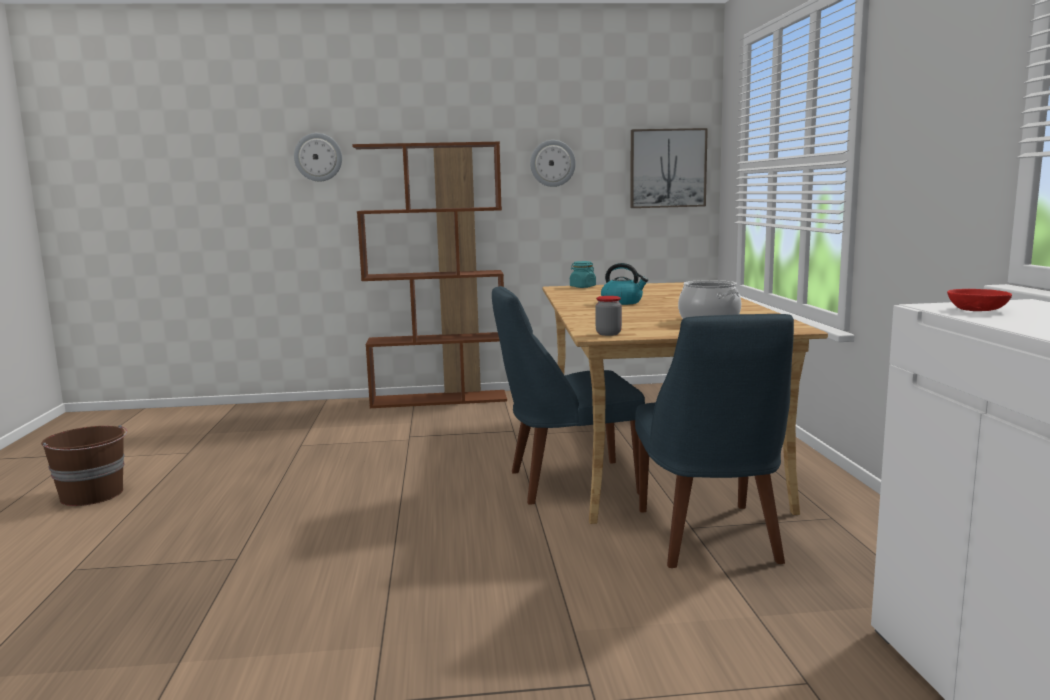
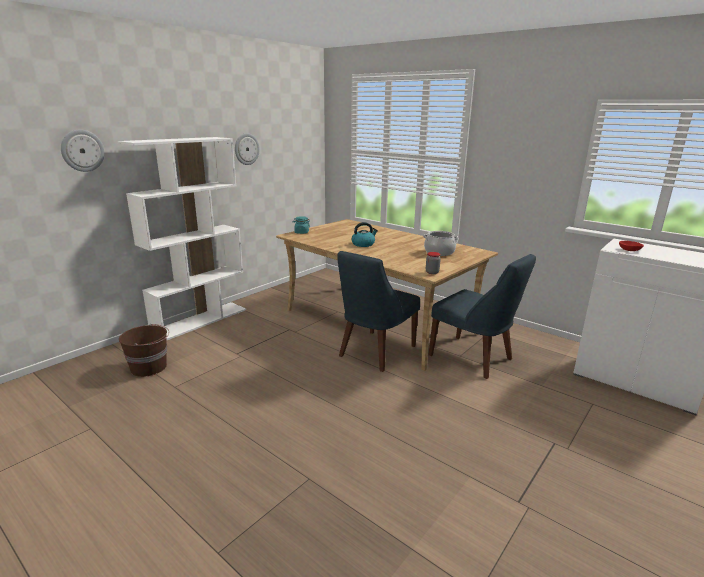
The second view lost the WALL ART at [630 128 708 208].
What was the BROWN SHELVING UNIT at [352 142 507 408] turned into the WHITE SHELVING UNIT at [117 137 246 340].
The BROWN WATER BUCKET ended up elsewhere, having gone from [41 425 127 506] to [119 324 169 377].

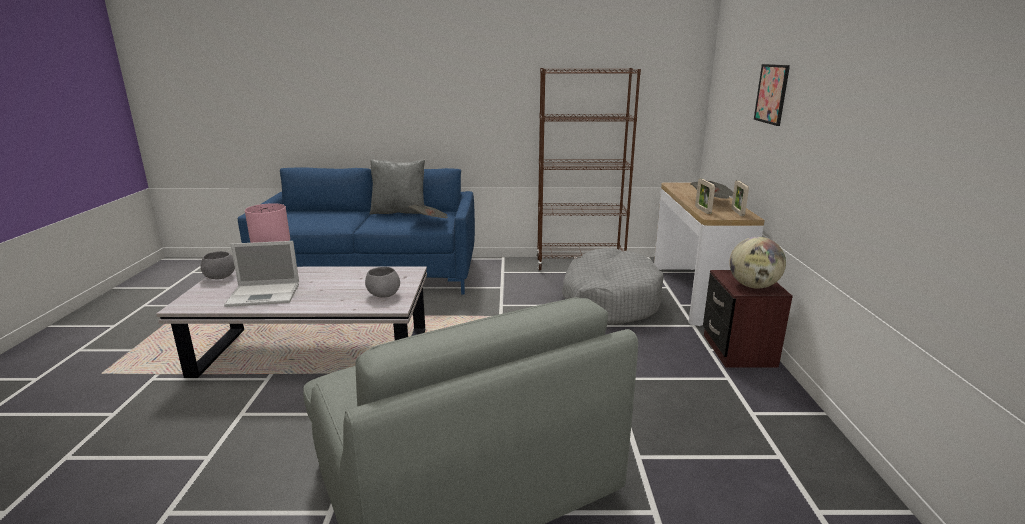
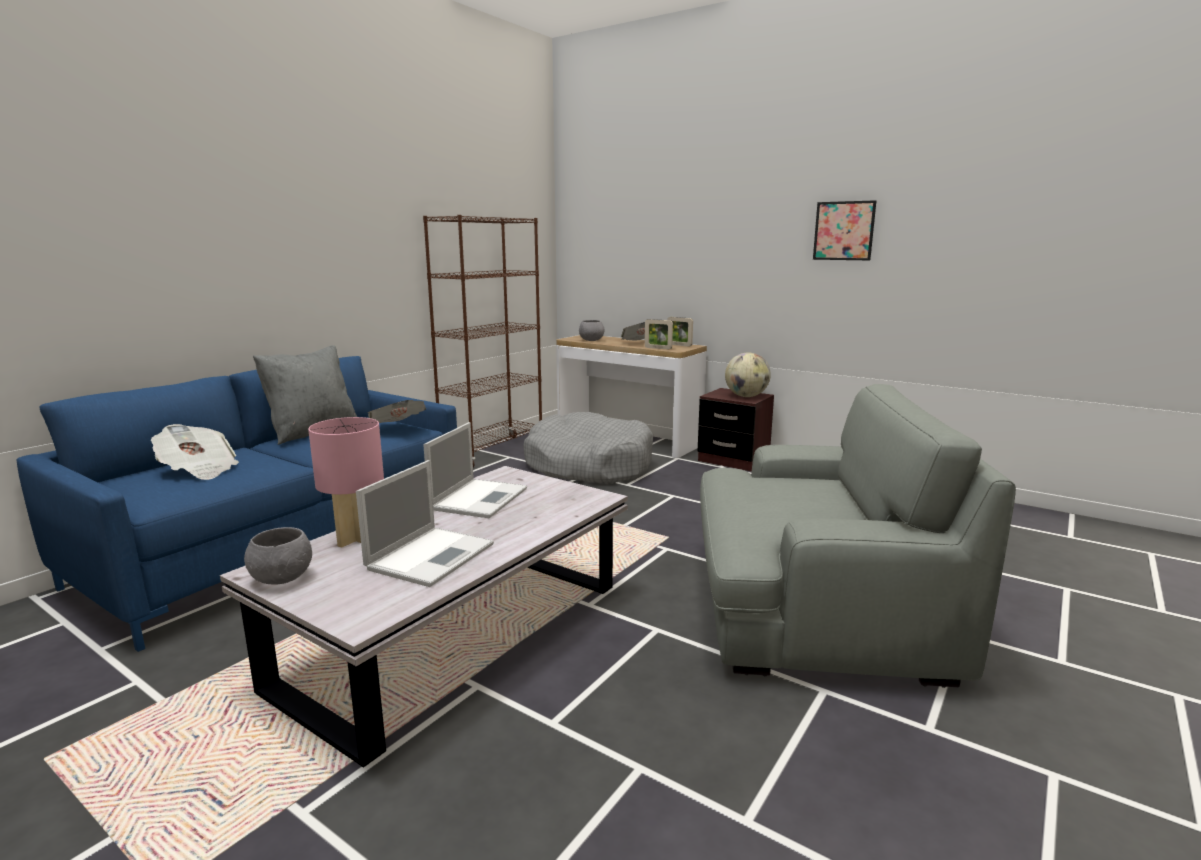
The WALL ART ended up elsewhere, having gone from [754 64 790 126] to [813 200 876 260].
The GRAY BOWL ended up elsewhere, having gone from [365 267 400 298] to [579 320 604 341].
The second view gained the PORTABLE COMPUTER at [424 422 527 518].
The second view gained the DAILY PAPER at [151 424 239 480].

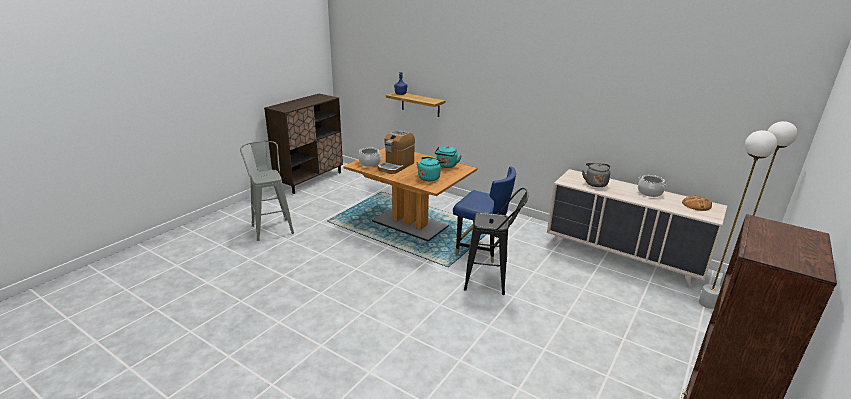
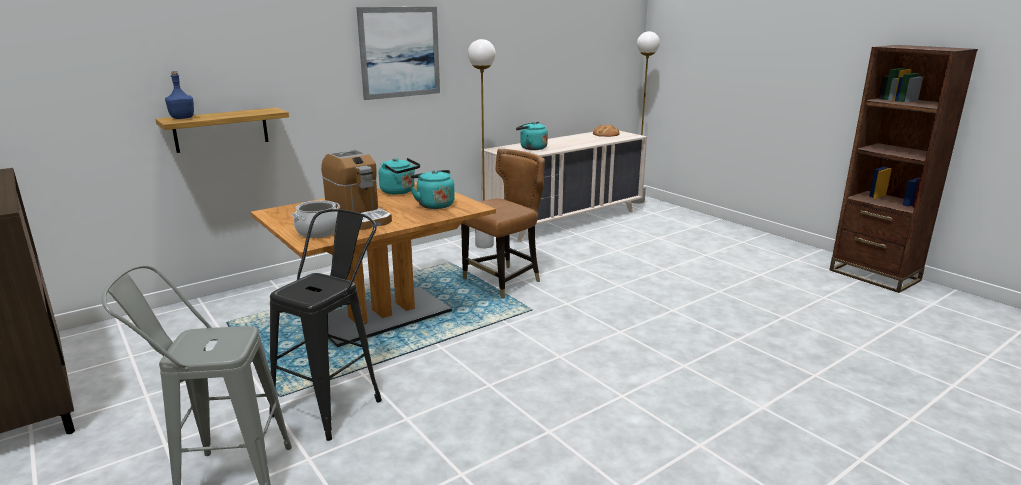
The WHITE STANDING LAMP ended up elsewhere, having gone from [699 130 777 309] to [468 39 496 248].
What was the GRAY WATER KETTLE at [582 163 610 187] turned into the BLUE-GREEN WATER KETTLE at [516 122 548 150].
What was the BLUE-COLOURED CHAIR at [453 167 516 263] turned into the BROWN CHAIR at [461 149 545 298].
The second view lost the SAUCEPOT at [638 175 667 197].
The BLACK STOOL SEAT ended up elsewhere, having gone from [464 188 528 295] to [269 209 382 441].
The second view gained the WALL ART at [356 7 440 100].

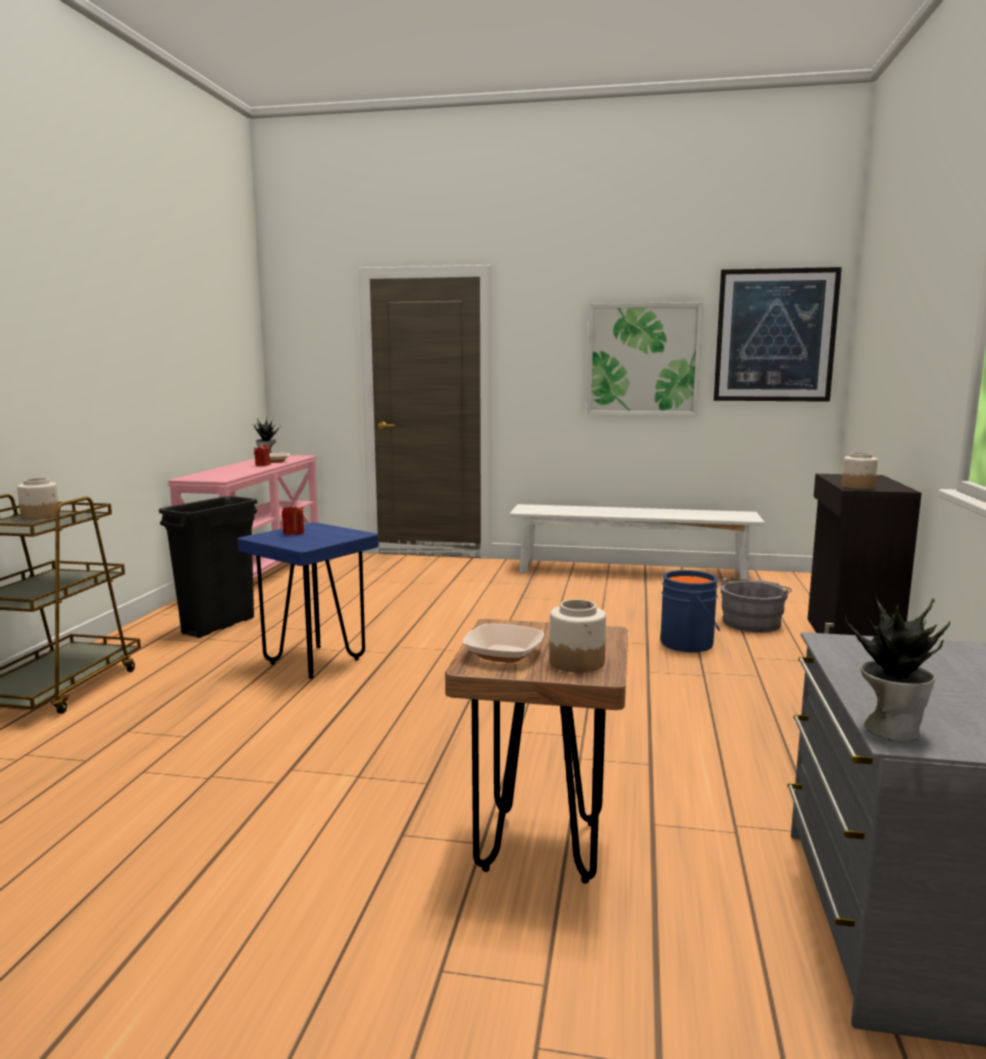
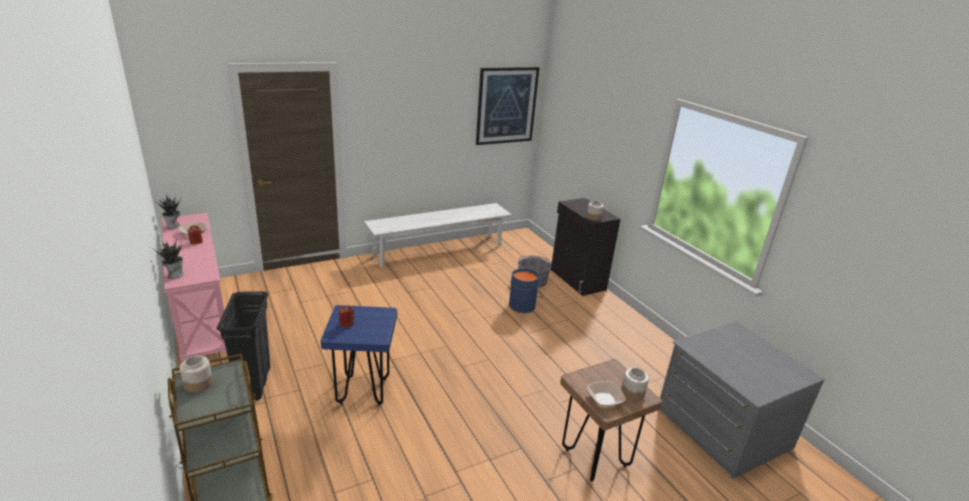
The second view lost the WALL ART at [587 302 703 416].
The POTTED PLANT ended up elsewhere, having gone from [845 596 950 741] to [153 241 183 279].

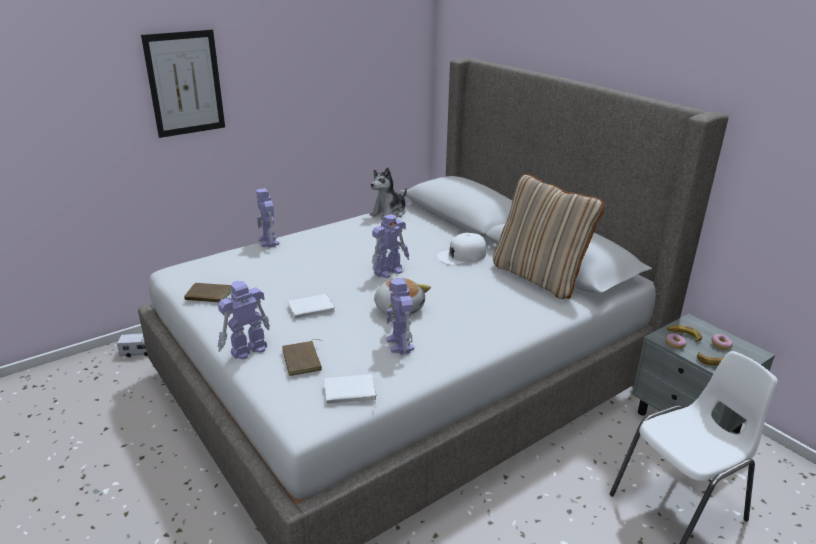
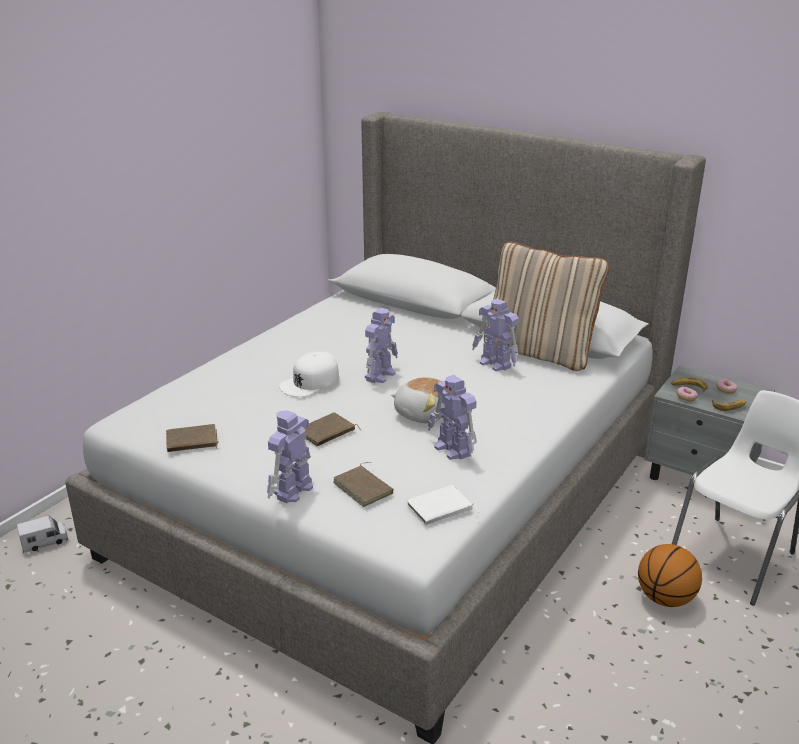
The second view lost the WALL ART at [141 30 225 138].
The second view lost the CUDDLY TOY at [370 167 407 219].
The TOY ROBOT ended up elsewhere, having gone from [256 188 279 247] to [472 299 519 371].
The WHITE PEAKED CAP ended up elsewhere, having gone from [437 233 486 265] to [279 352 339 397].
What was the WHITE VOLUME at [288 294 337 319] turned into the BROWN VOLUME at [305 412 362 446].
The second view gained the BASKETBALL BALL at [638 544 702 607].

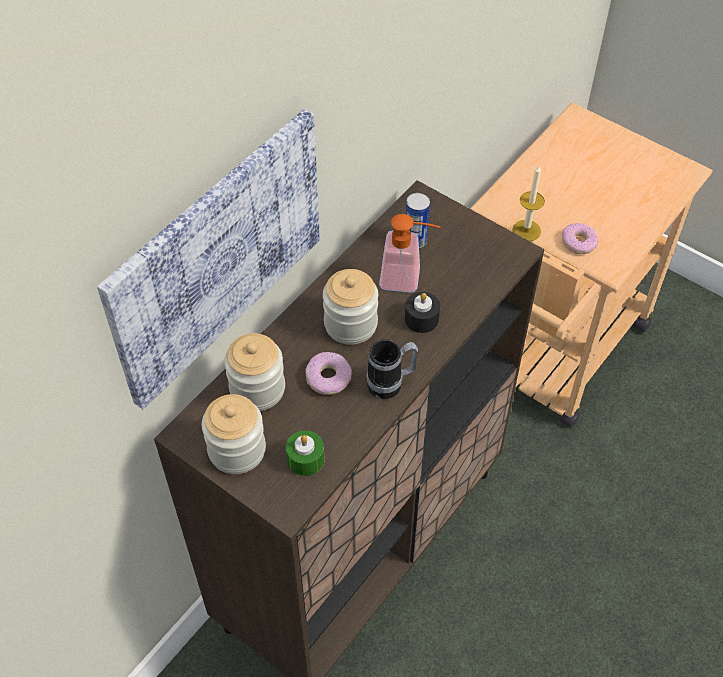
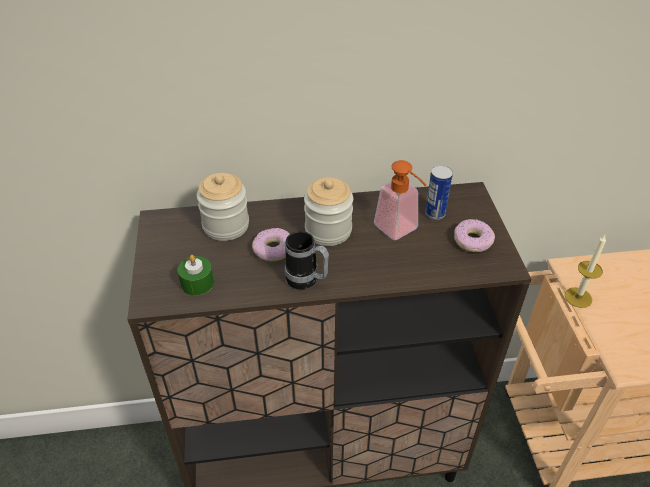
The second view lost the WALL ART at [97 109 320 409].
The DONUT ended up elsewhere, having gone from [562 223 599 254] to [454 219 495 252].
The second view lost the BLACK CANDLE at [405 292 440 333].
The second view lost the JAR at [202 394 266 474].

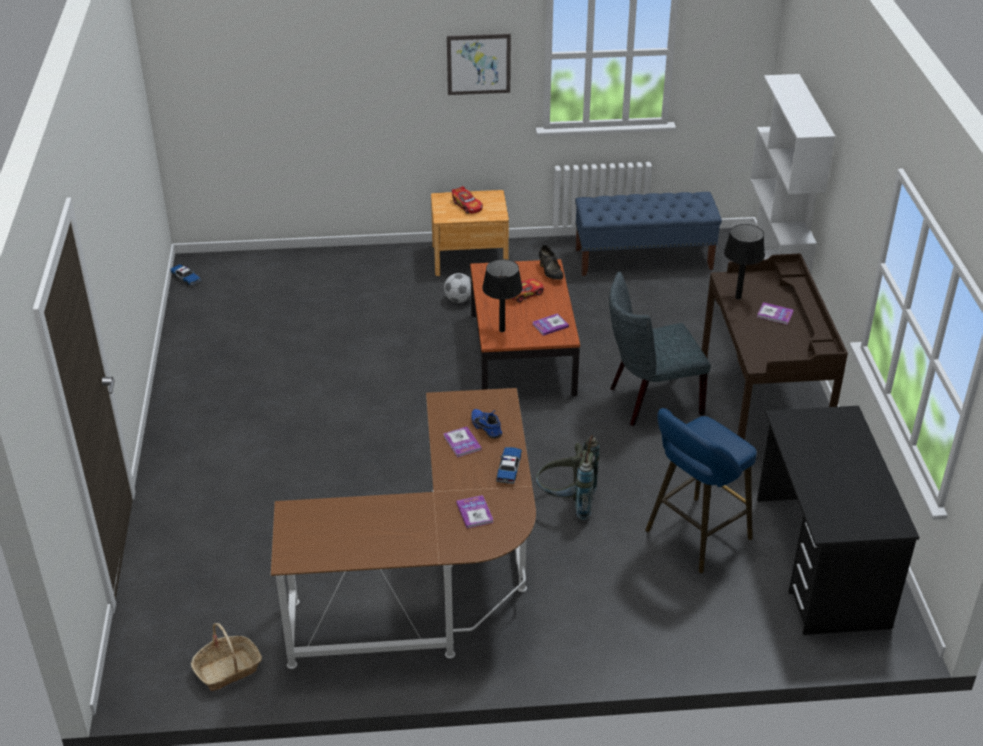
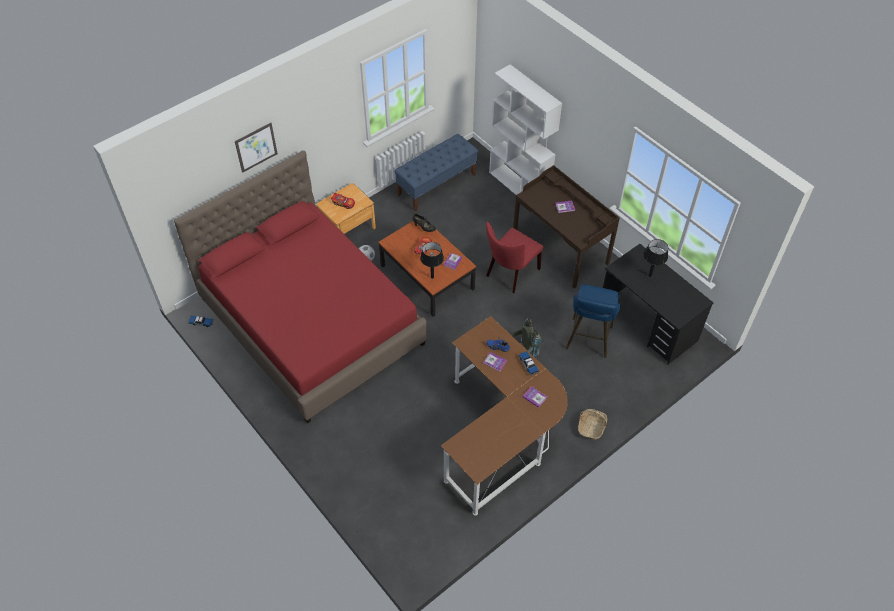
The WALL ART ended up elsewhere, having gone from [447 34 511 95] to [235 123 278 173].
The BLACK TABLE LAMP ended up elsewhere, having gone from [724 224 765 300] to [644 239 668 277].
What was the GRAY CHAIR at [609 272 711 426] turned into the RED CHAIR at [486 221 543 293].
The BASKET ended up elsewhere, having gone from [191 623 262 691] to [578 409 607 440].
The second view gained the RED BEDROOM BED at [174 150 427 424].

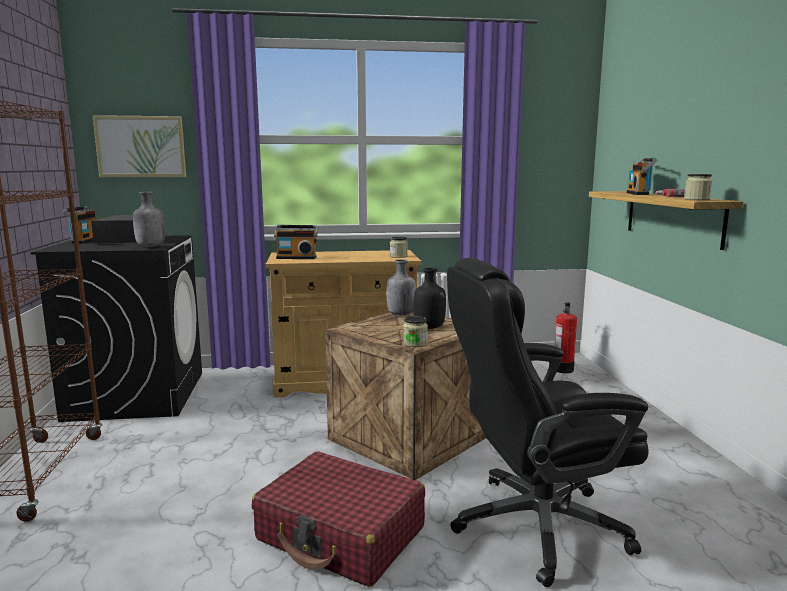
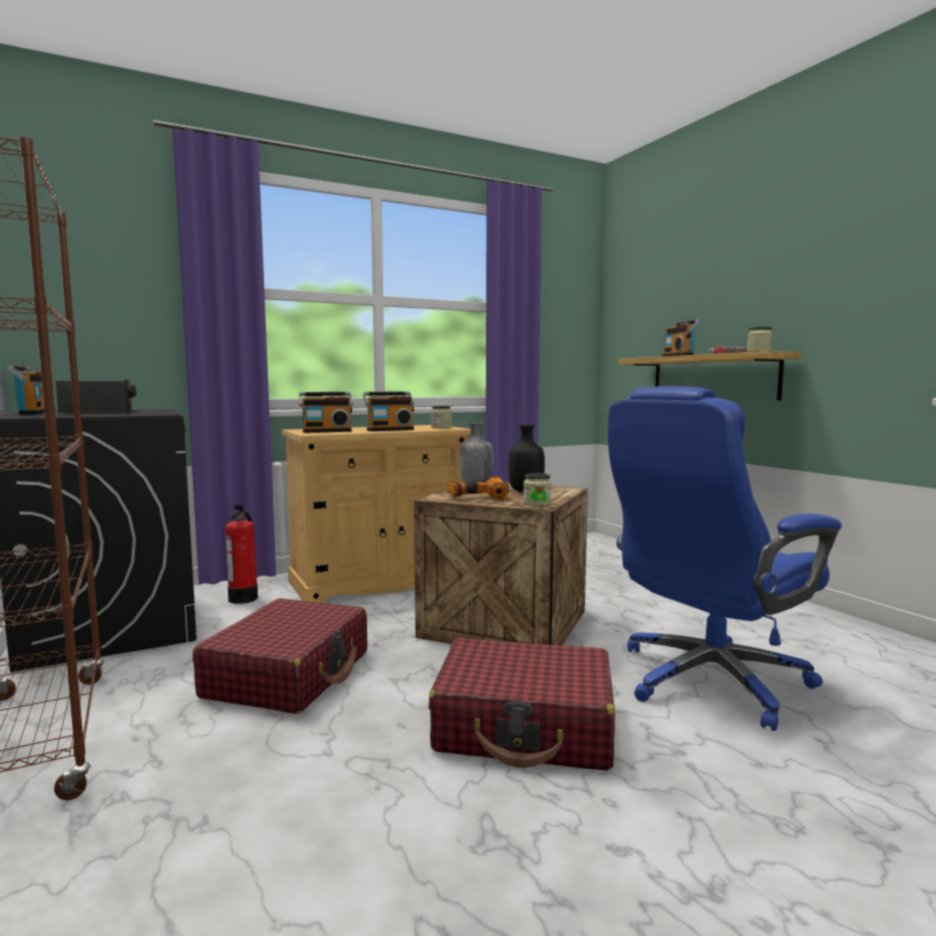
The second view lost the WALL ART at [93 115 186 177].
The second view lost the GRAY DRINK BOTTLE at [133 192 165 247].
What was the BLACK COMPUTER CHAIR at [447 258 648 587] turned into the BLUE-COLOURED COMPUTER CHAIR at [608 386 842 731].
The EXTINGUISHER ended up elsewhere, having gone from [555 302 577 373] to [225 505 258 604].
The second view gained the RADIO at [363 391 414 431].
The second view gained the DRILL at [446 477 509 500].
The second view gained the RED PIECE OF LUGGAGE at [193 598 367 714].

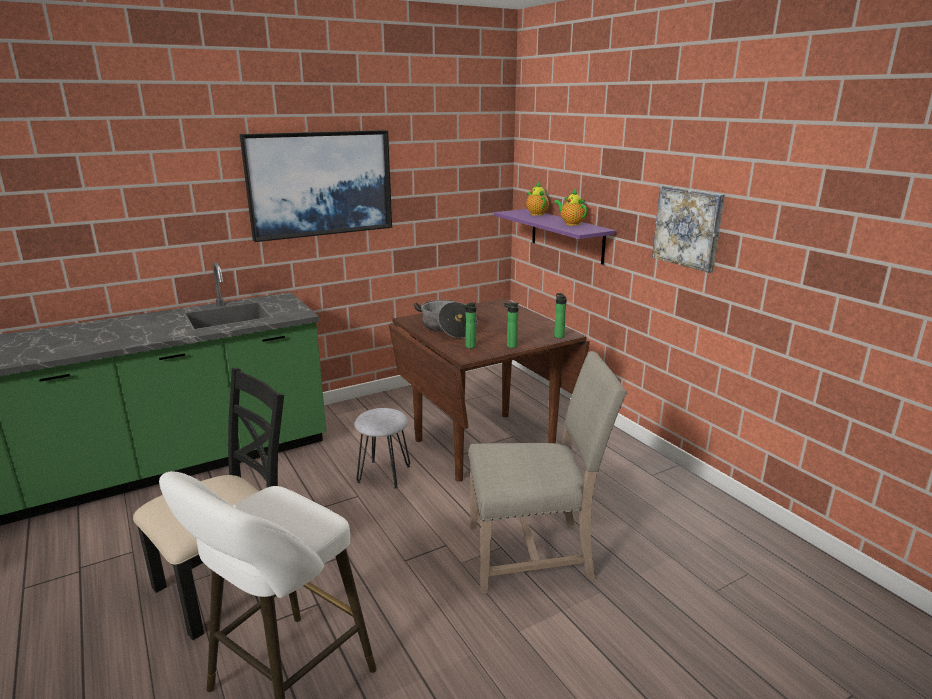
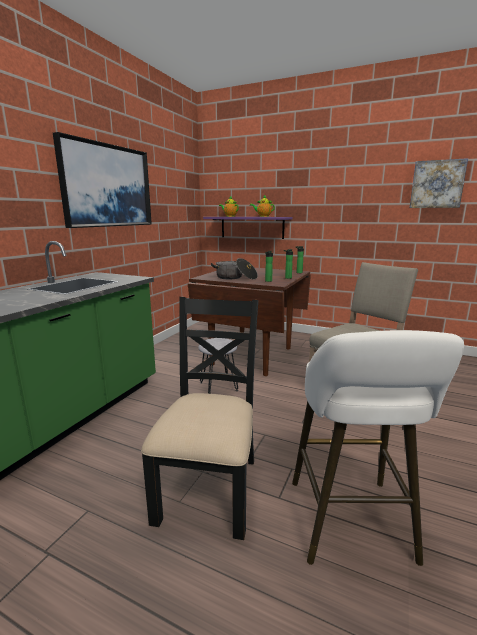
The WALL ART ended up elsewhere, having gone from [652 186 725 273] to [410 158 468 208].

